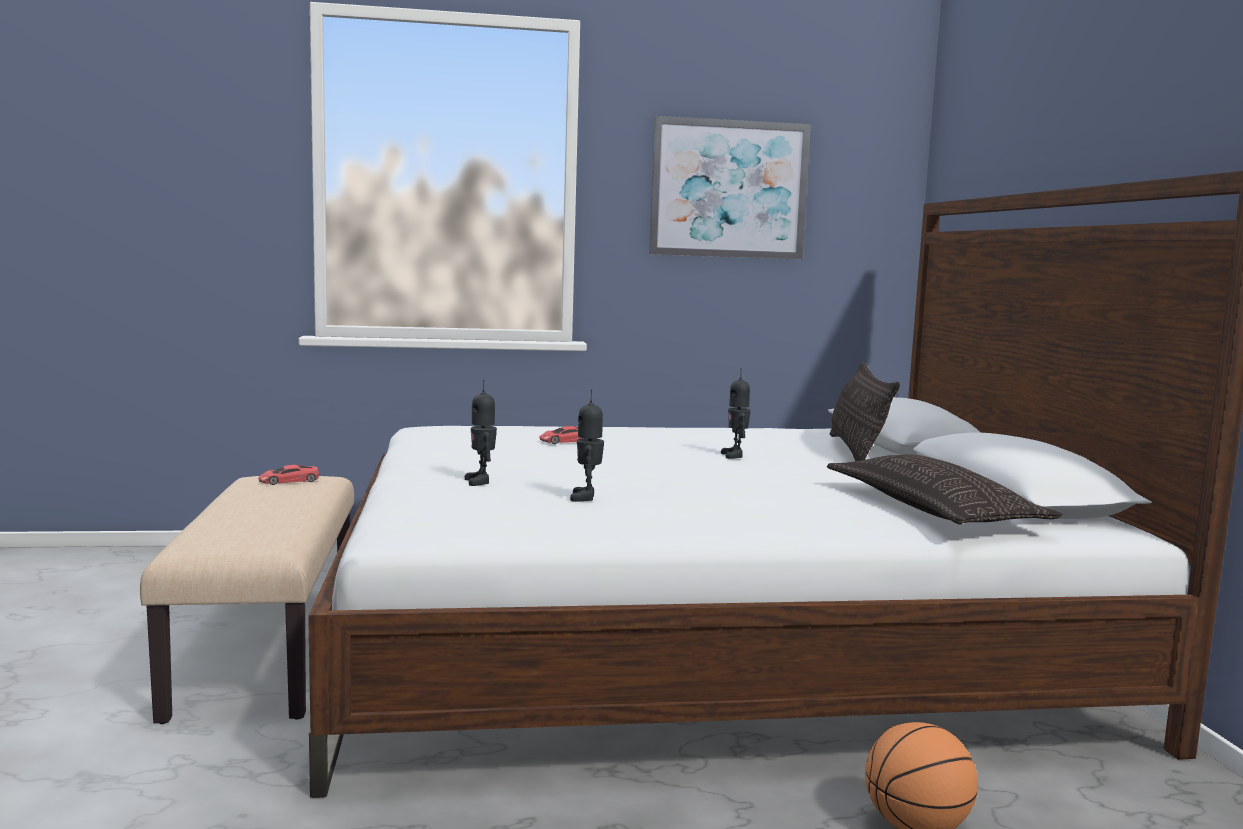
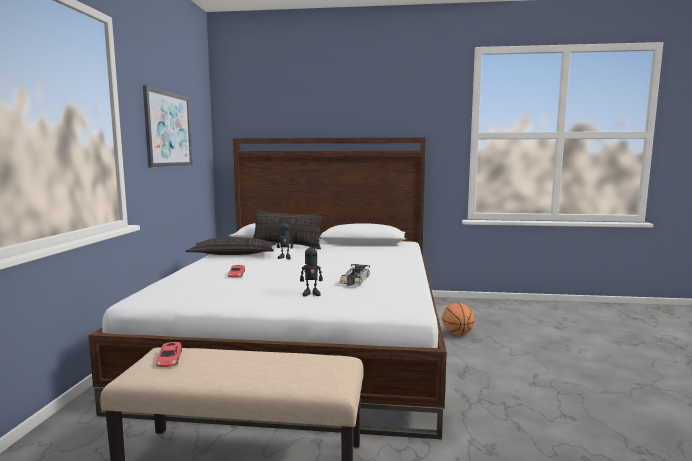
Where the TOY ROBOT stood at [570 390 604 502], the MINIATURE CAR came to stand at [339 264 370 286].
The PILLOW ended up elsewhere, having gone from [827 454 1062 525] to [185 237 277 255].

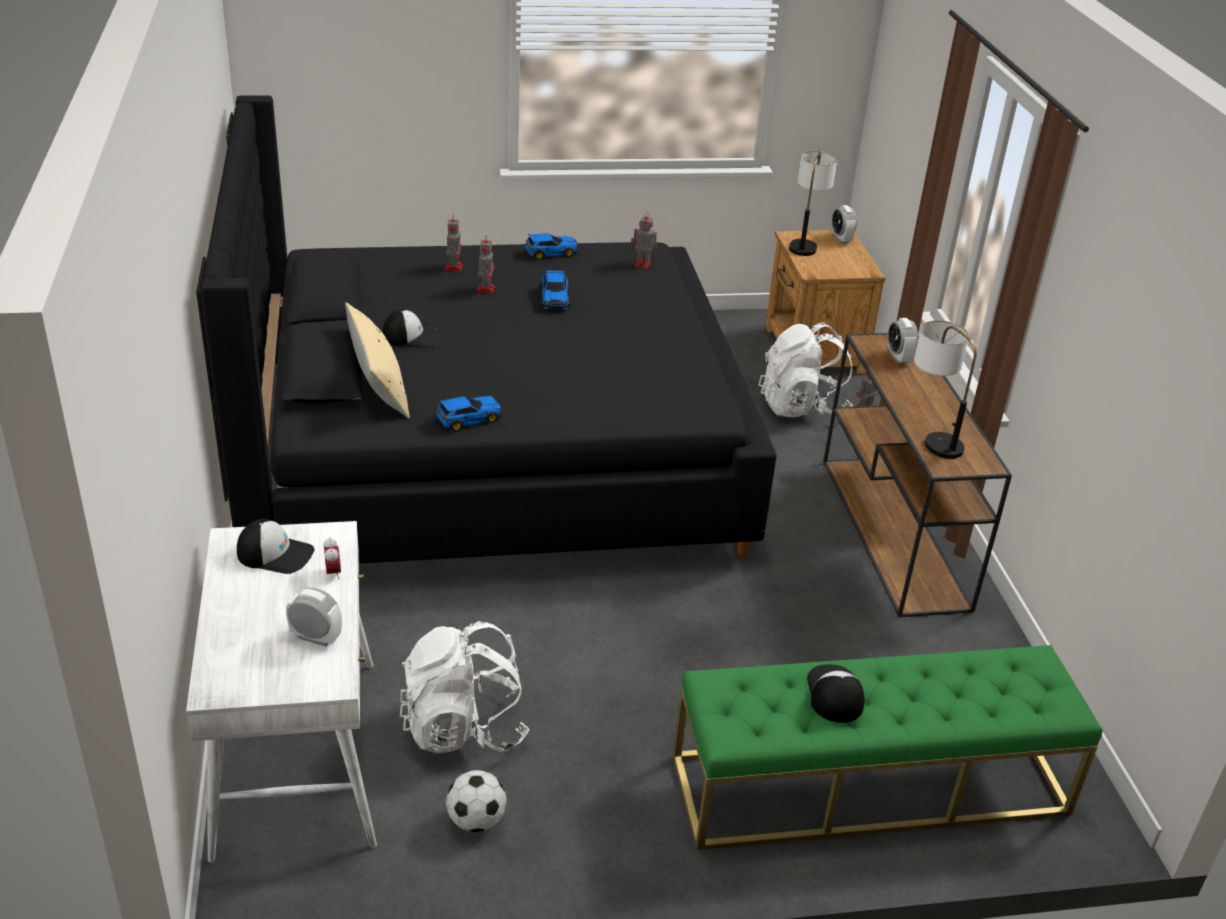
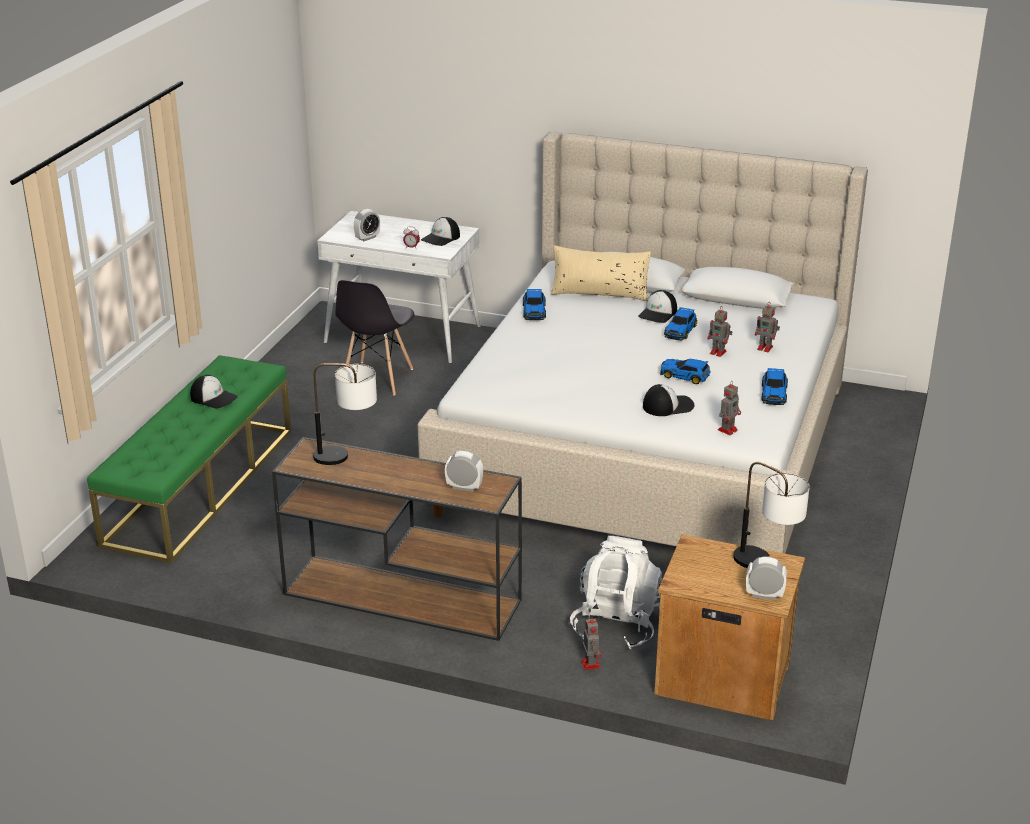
What was the BLACK BEDROOM BED at [196 95 777 564] turned into the BEIGE BEDROOM BED at [417 131 868 554].
Where the WHITE RUCKSACK stood at [400 621 530 753], the GRAY CHAIR came to stand at [336 280 415 395].
The second view lost the BALL FOR FOOTBALL at [446 770 507 832].
The second view gained the MINIATURE CAR at [664 307 697 341].
The second view gained the PEAKED CAP at [643 384 694 416].

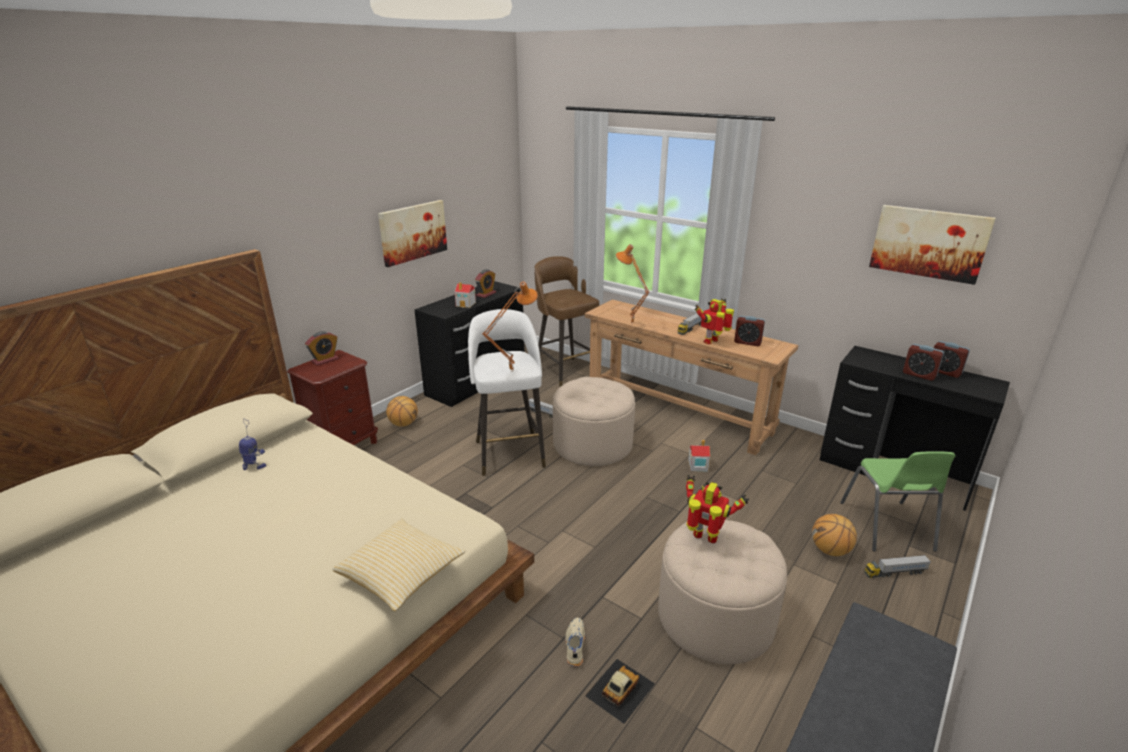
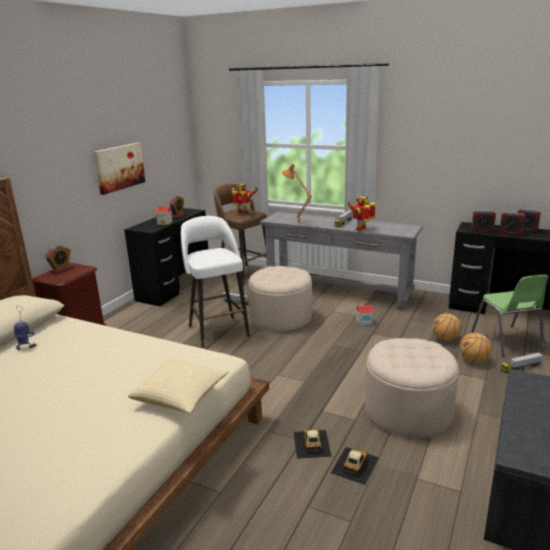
The second view lost the WALL ART at [869 205 996 285].
The second view lost the ORANGE-COLOURED TABLE LAMP at [482 282 538 372].
What was the BROWN CONSOLE TABLE at [585 299 798 455] turned into the GRAY CONSOLE TABLE at [260 212 423 311].
The BEDSIDE CLOCK ended up elsewhere, having gone from [734 316 765 346] to [471 209 496 233].
The BASKETBALL BALL ended up elsewhere, having gone from [386 396 418 427] to [432 313 461 341].
The TOY ROBOT ended up elsewhere, having gone from [686 475 750 543] to [232 184 257 213].
Where the BEIGE LOW SHOE stood at [565 618 585 667], the MINIATURE CAR came to stand at [294 428 332 459].

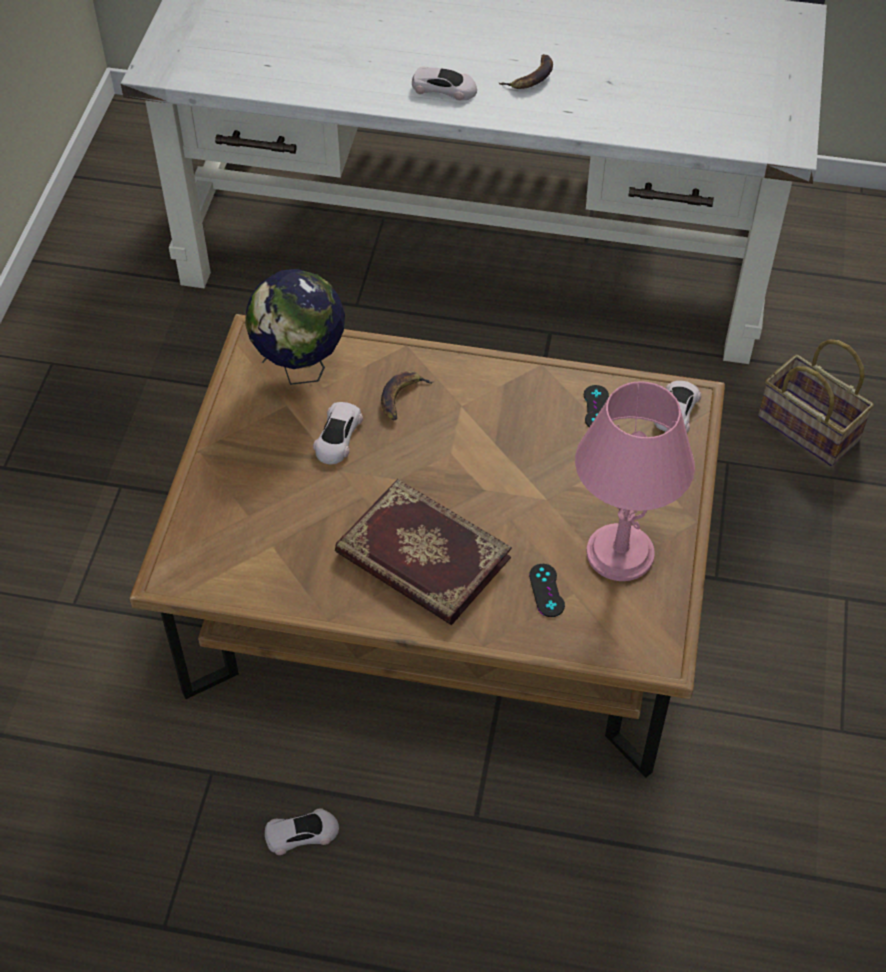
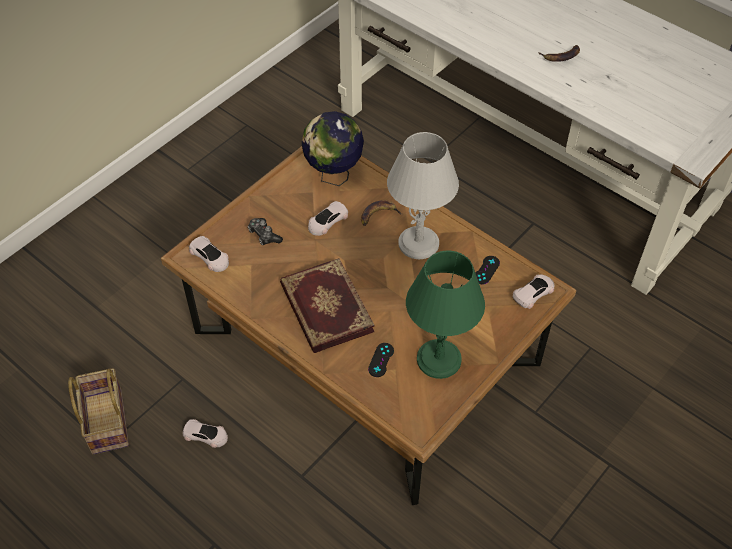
The WHITE MINIATURE CAR ended up elsewhere, having gone from [412 67 477 101] to [189 236 229 272].
The BASKET ended up elsewhere, having gone from [758 339 874 466] to [68 368 129 454].
What was the PINKISH TABLE LAMP at [575 381 695 581] turned into the GREEN-COLOURED TABLE LAMP at [406 251 485 379].
The second view gained the GRAY TABLE LAMP at [387 132 459 259].
The second view gained the GAMEPAD at [248 218 283 245].

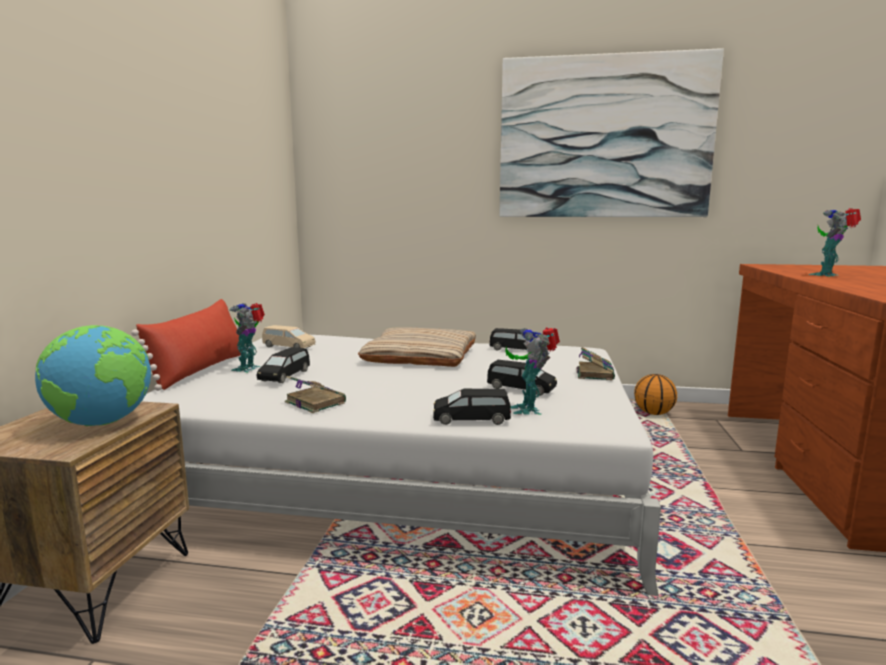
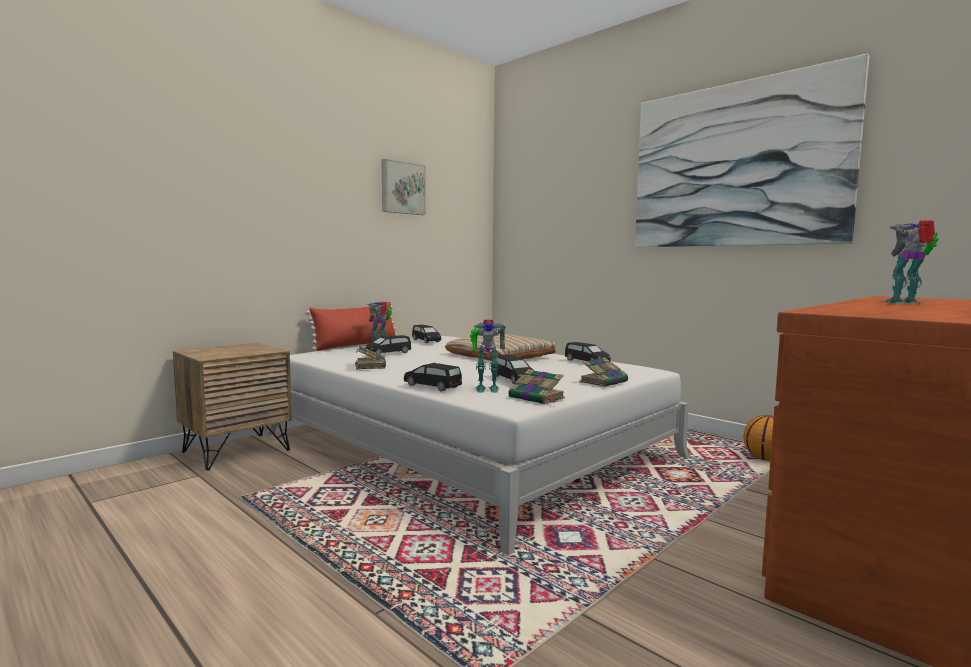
The second view lost the WORLD GLOBE at [35 325 151 426].
What was the BEIGE MINIATURE CAR at [262 325 316 348] turned into the BLACK MINIATURE CAR at [412 325 441 343].
The TOY ROBOT at [505 327 560 415] ended up facing another way, 120 degrees counterclockwise from before.
The second view gained the WALL ART at [382 159 426 215].
The second view gained the VOLUME at [509 369 565 404].

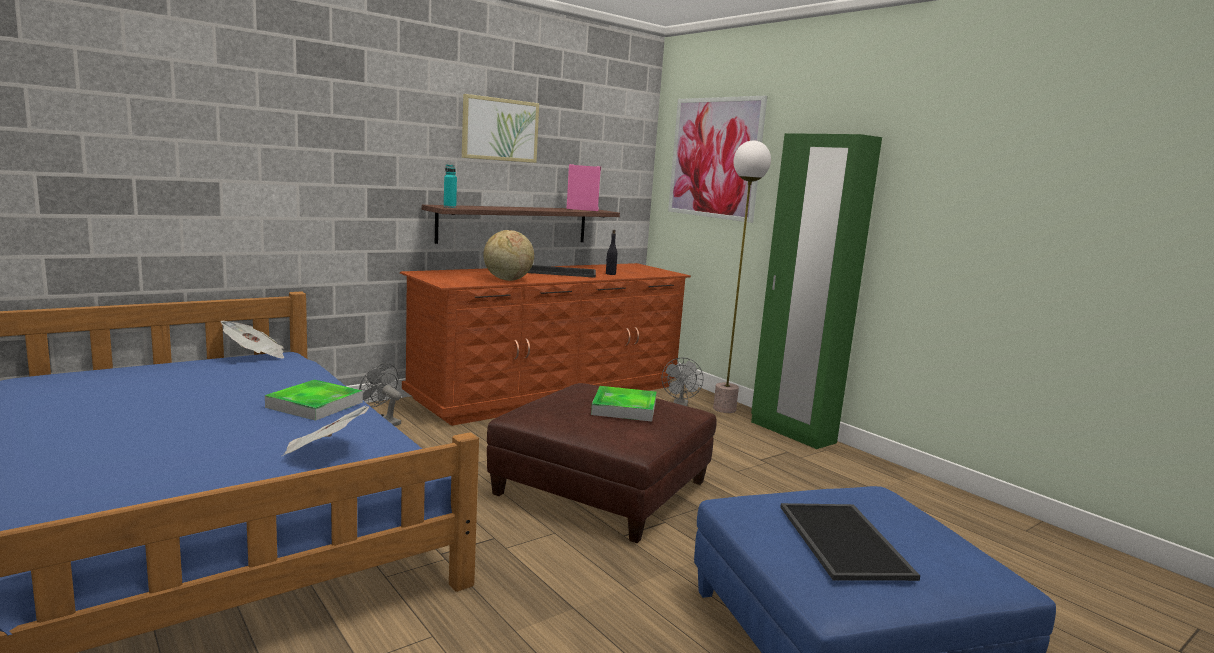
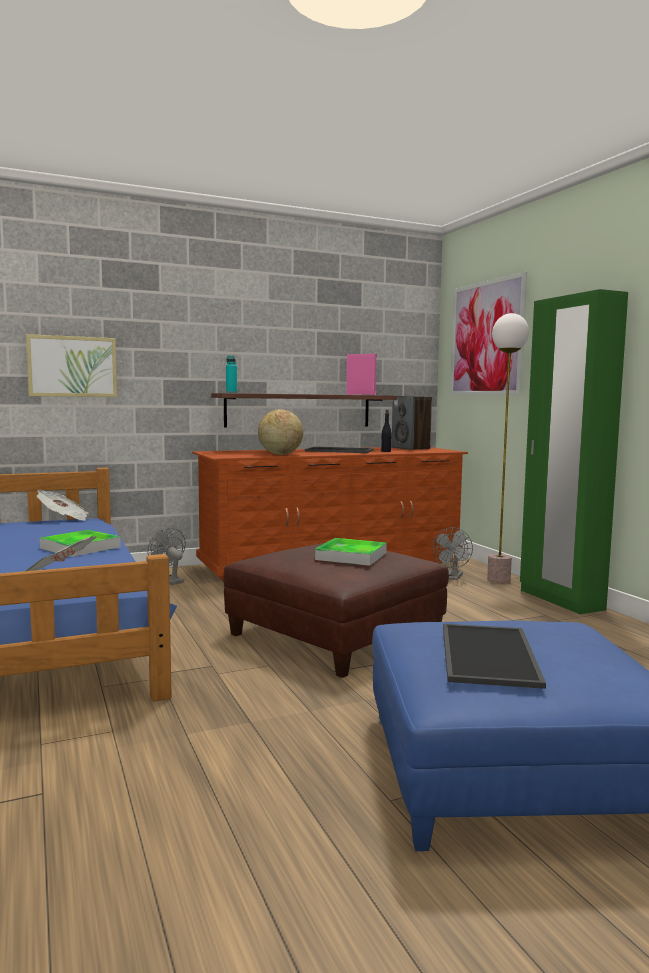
The WALL ART ended up elsewhere, having gone from [462 94 539 163] to [26 334 117 397].
The second view gained the SPEAKER at [392 396 432 450].

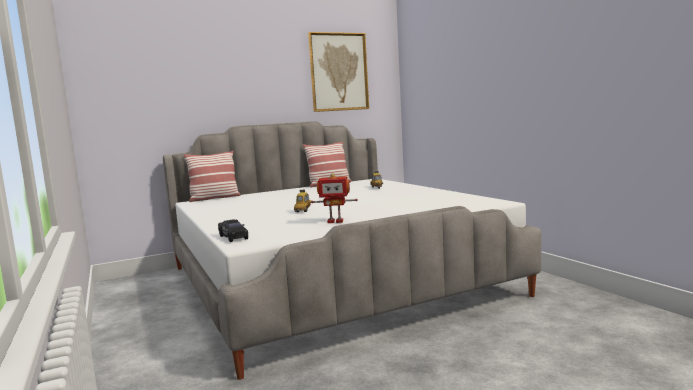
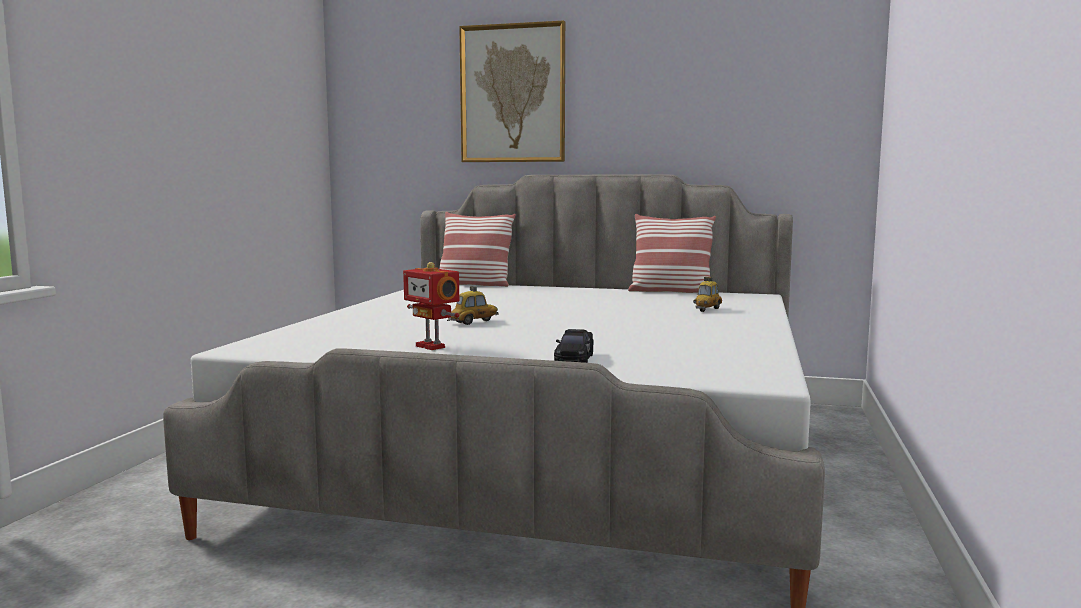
The WALL ART ended up elsewhere, having gone from [308 32 369 112] to [459 20 565 162].
The BLACK MINIATURE CAR ended up elsewhere, having gone from [218 219 248 242] to [554 329 594 363].

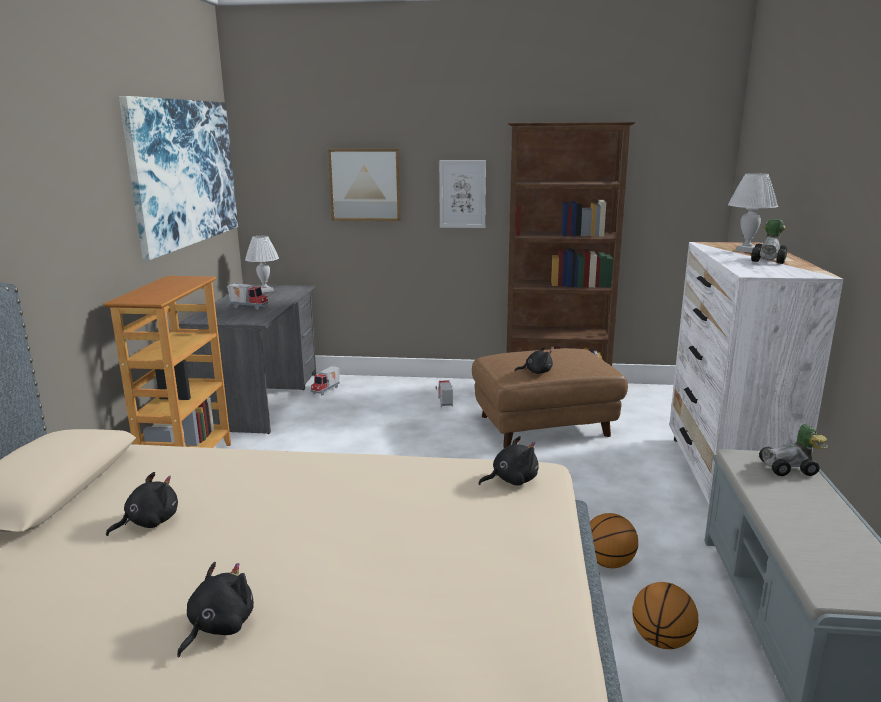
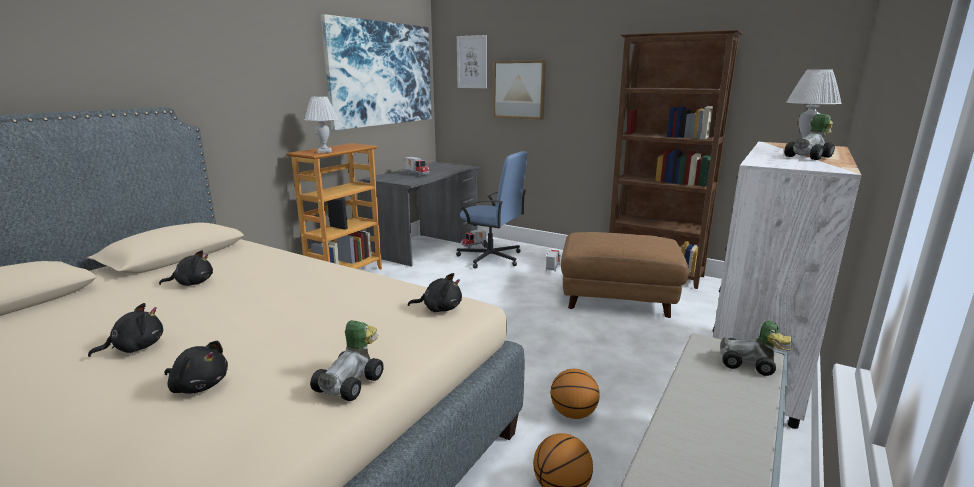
The WALL ART ended up elsewhere, having gone from [439 160 486 228] to [457 35 487 88].
The WHITE TABLE LAMP ended up elsewhere, having gone from [245 236 279 293] to [304 96 338 153].
The BLACK CUDDLY TOY ended up elsewhere, having gone from [515 347 553 374] to [164 341 228 394].
The second view gained the BLUE-COLOURED COMPUTER CHAIR at [456 151 527 269].
The second view gained the MINIATURE CAR at [310 320 384 401].

